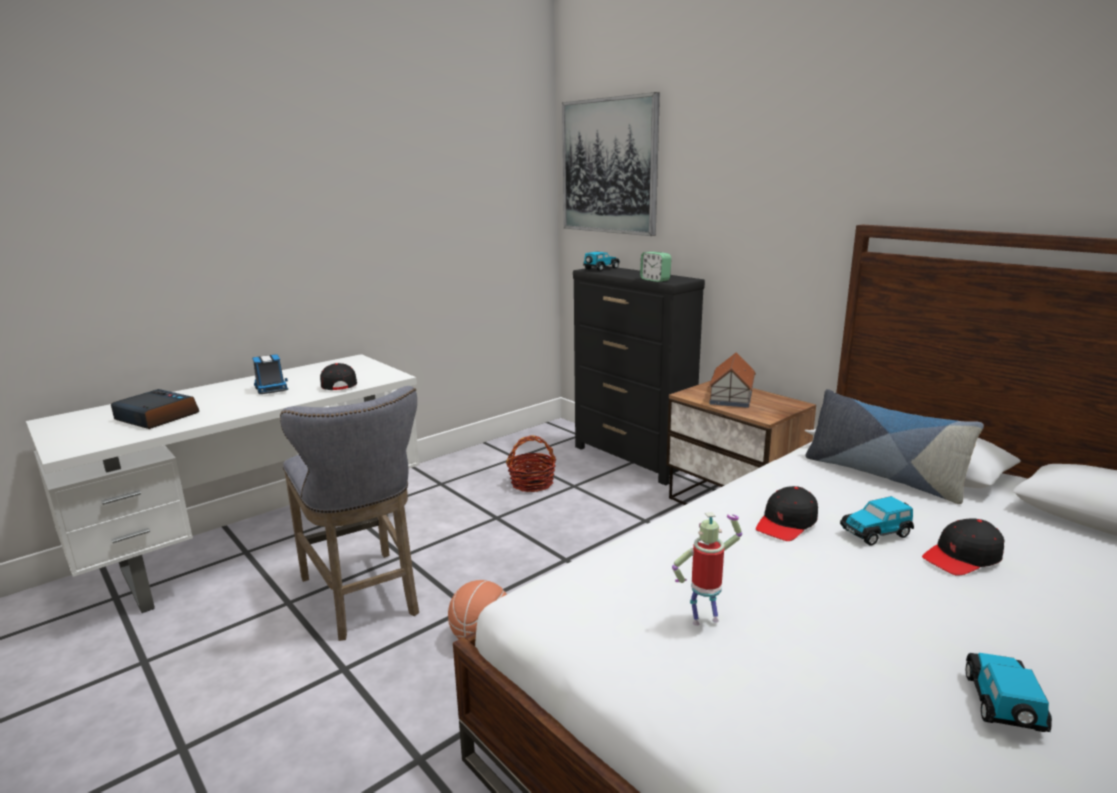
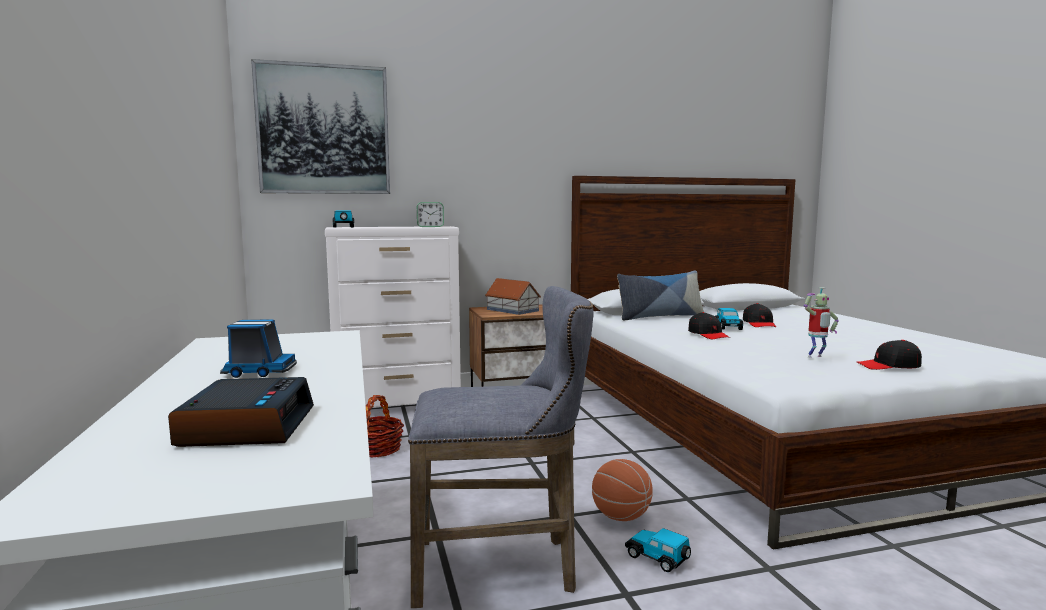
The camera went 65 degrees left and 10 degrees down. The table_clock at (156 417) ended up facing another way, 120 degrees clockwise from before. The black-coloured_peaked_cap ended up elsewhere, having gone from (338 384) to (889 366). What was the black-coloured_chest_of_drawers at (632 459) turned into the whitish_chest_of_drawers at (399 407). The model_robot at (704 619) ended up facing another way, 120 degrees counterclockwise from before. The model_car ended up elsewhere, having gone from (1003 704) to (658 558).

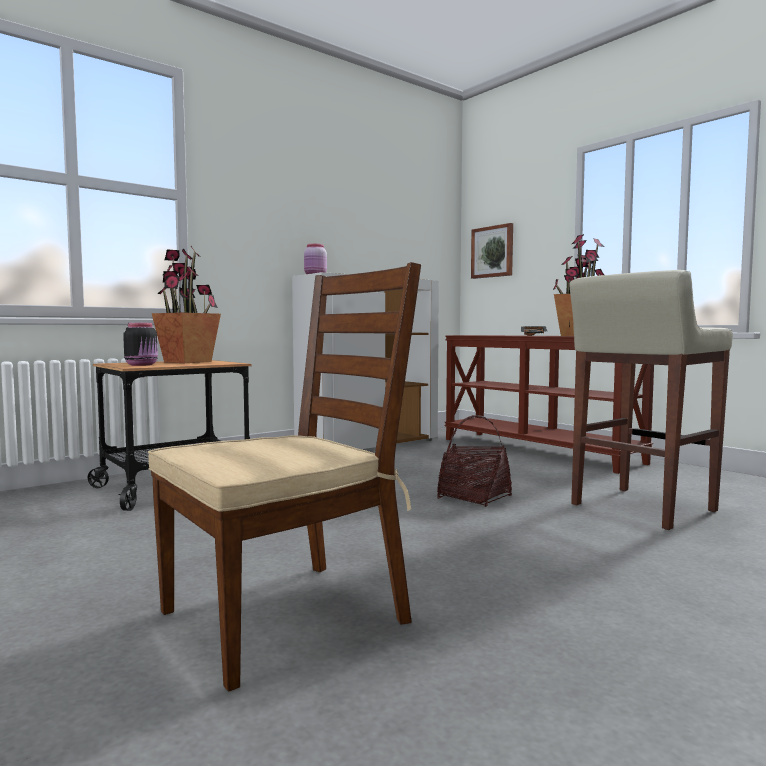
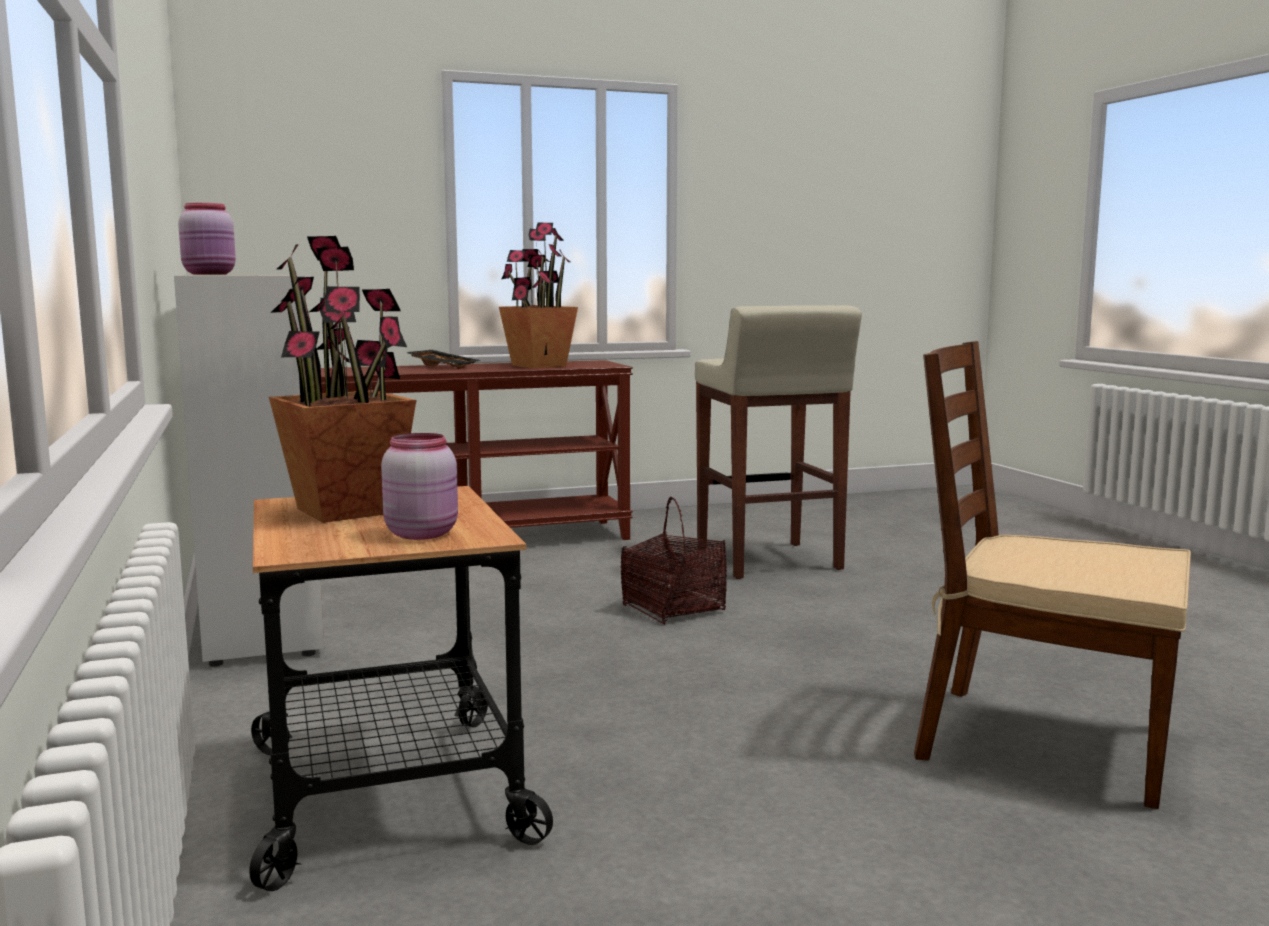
The camera went 70 degrees left and 5 degrees up. What was the black-coloured_jar at (142 365) turned into the pink_jar at (422 533). The brownish_plain_chair at (286 615) ended up facing another way, 45 degrees counterclockwise from before. The second view lost the wall_art at (493 252).

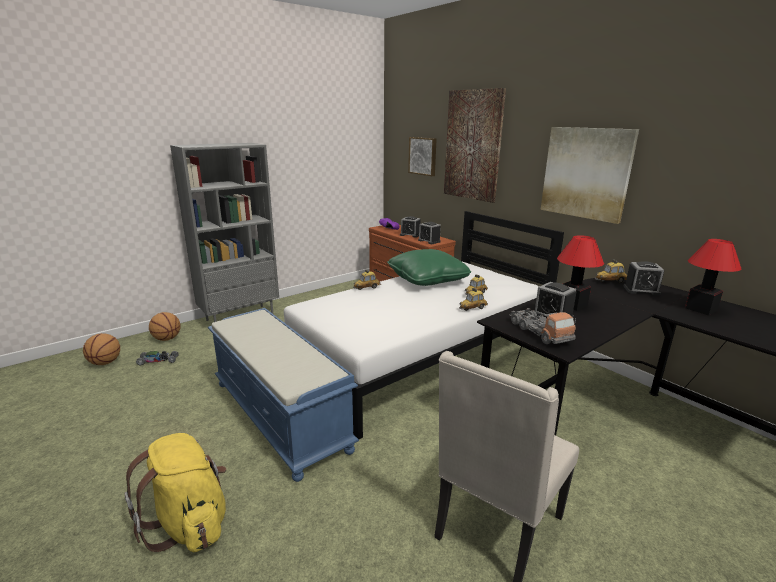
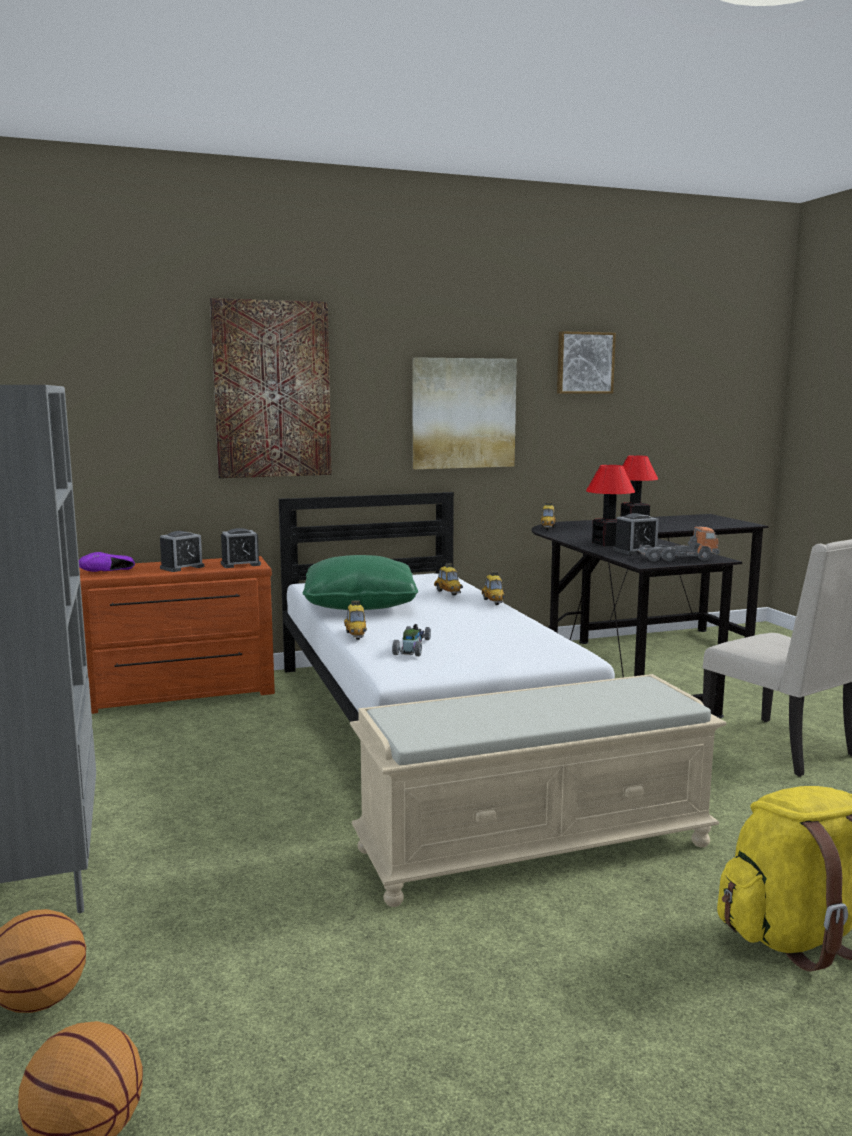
The camera went 70 degrees left and 10 degrees down. The model_car ended up elsewhere, having gone from (158 361) to (412 647). What was the bluish_indoor_bench at (281 415) turned into the sand-coloured_indoor_bench at (535 845). The wall_art ended up elsewhere, having gone from (423 156) to (584 363). The second view lost the table_clock at (641 290).

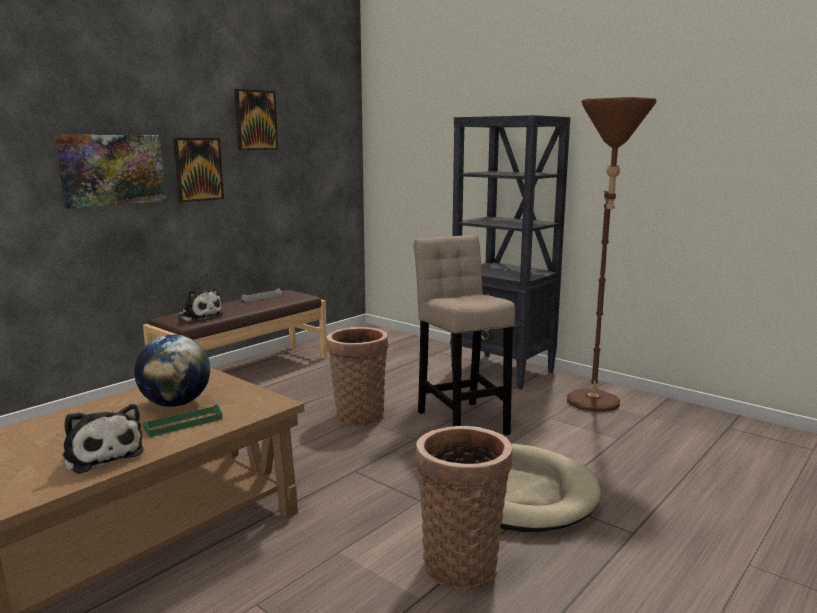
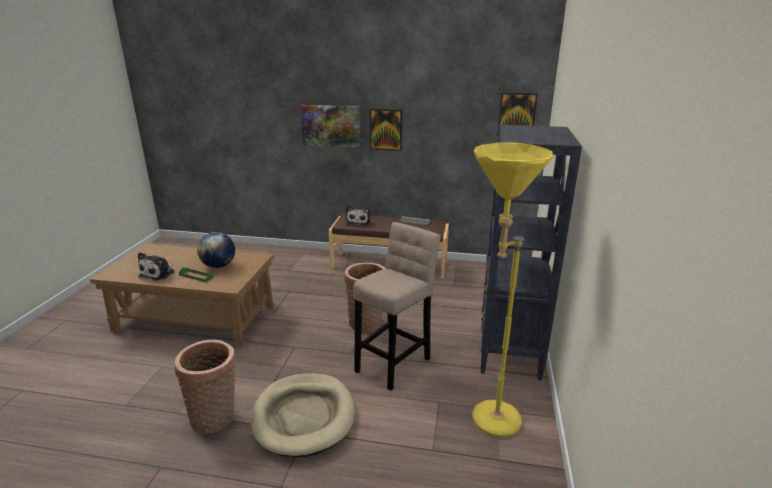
The camera went 60 degrees right and 10 degrees up. The wall_art ended up elsewhere, having gone from (255 120) to (517 115). What was the brownish_standard_lamp at (594 406) turned into the yellow-coloured_standard_lamp at (487 422).

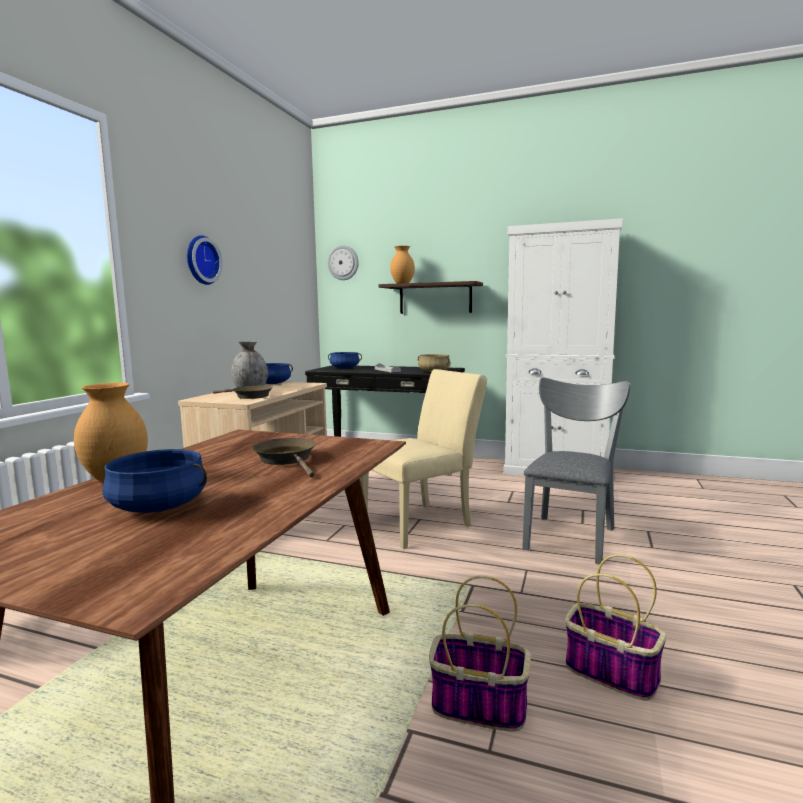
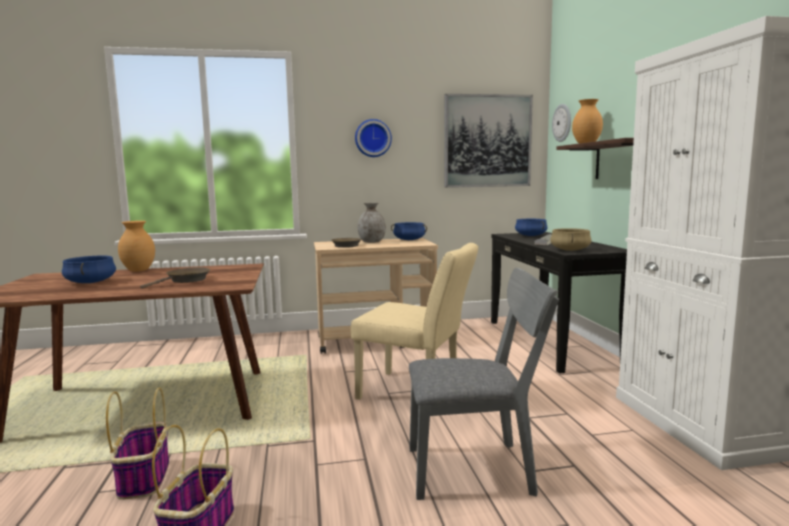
The camera went 60 degrees right and 0 degrees up. The second view gained the wall_art at (487 141).

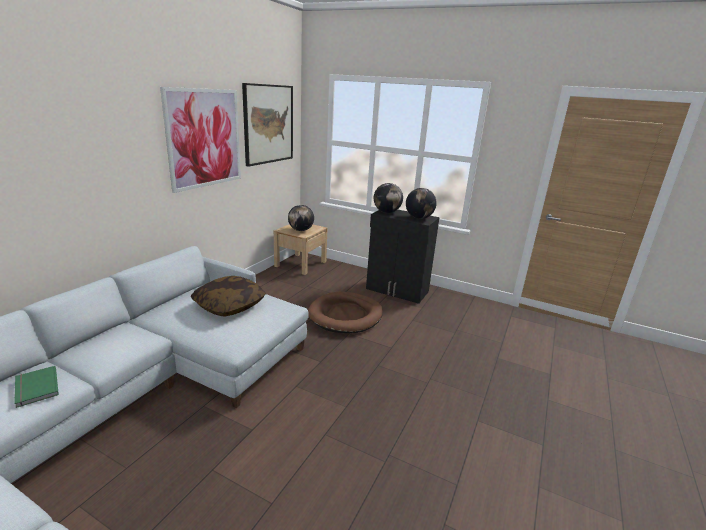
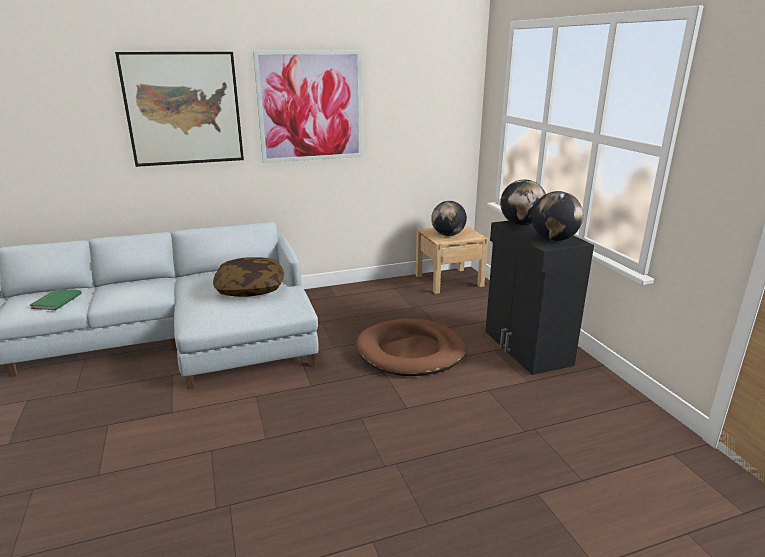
The camera went 45 degrees right and 0 degrees up. The wall_art ended up elsewhere, having gone from (268 124) to (183 109).

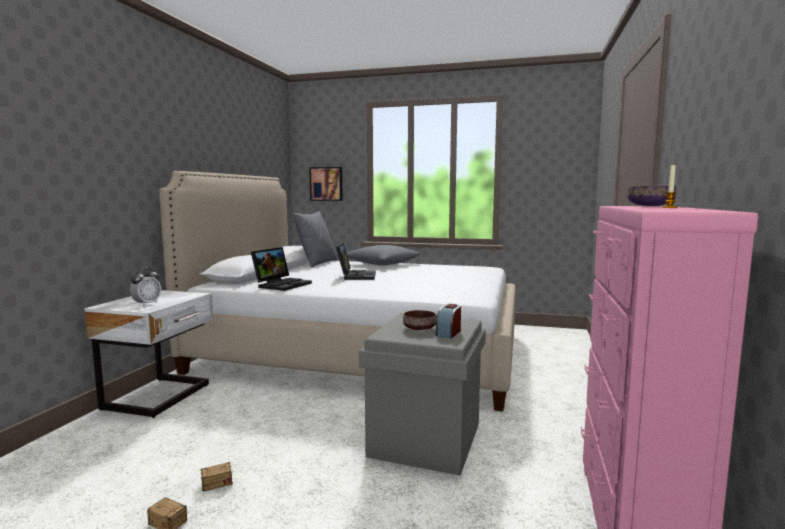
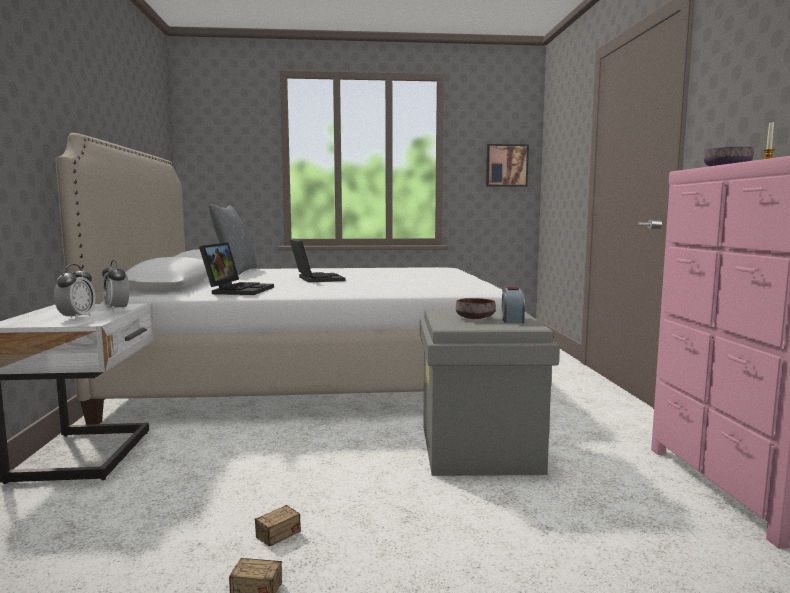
The camera went 20 degrees left and 0 degrees up. The wall_art ended up elsewhere, having gone from (326 184) to (506 165). The second view lost the grey_throw_pillow at (382 264). The second view gained the table_clock at (117 309).

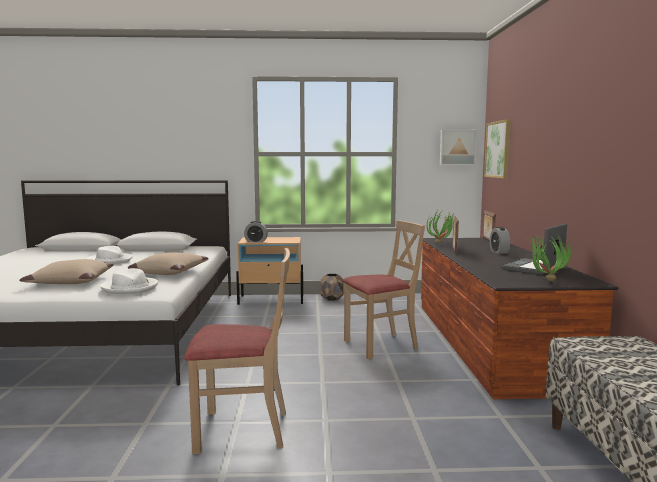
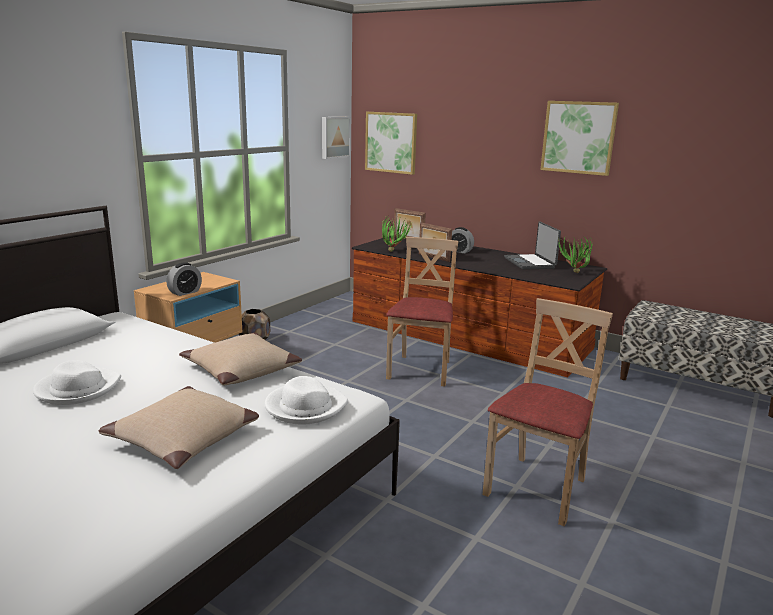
The camera went 55 degrees left and 10 degrees up. The second view gained the wall_art at (578 137).

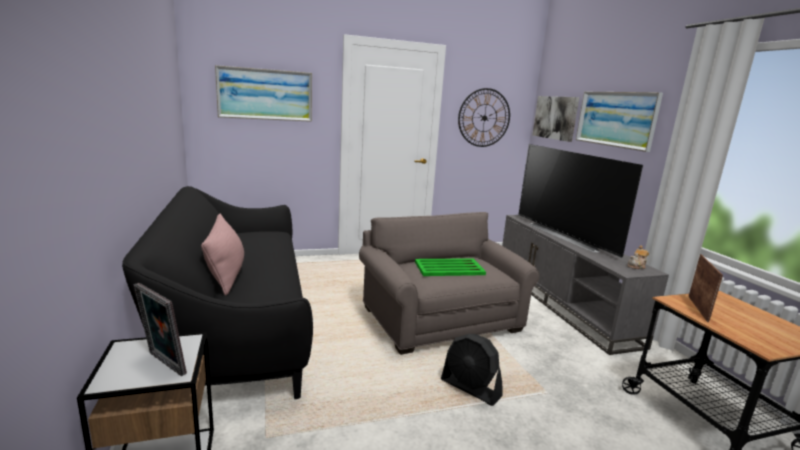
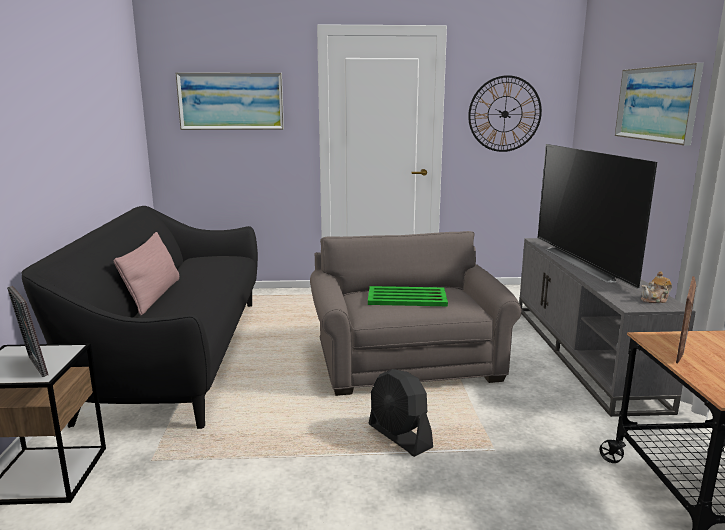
The camera went 15 degrees right and 0 degrees up. The second view lost the wall_art at (555 117).

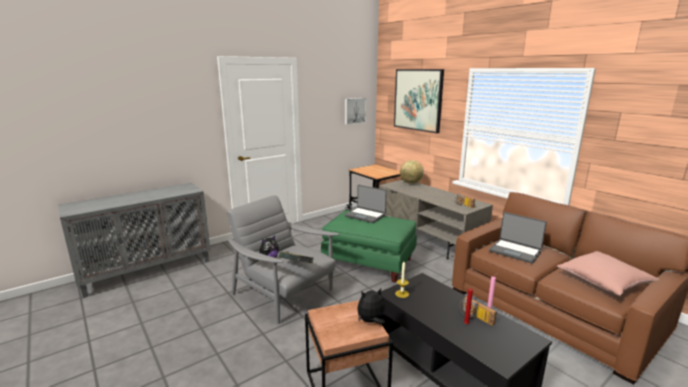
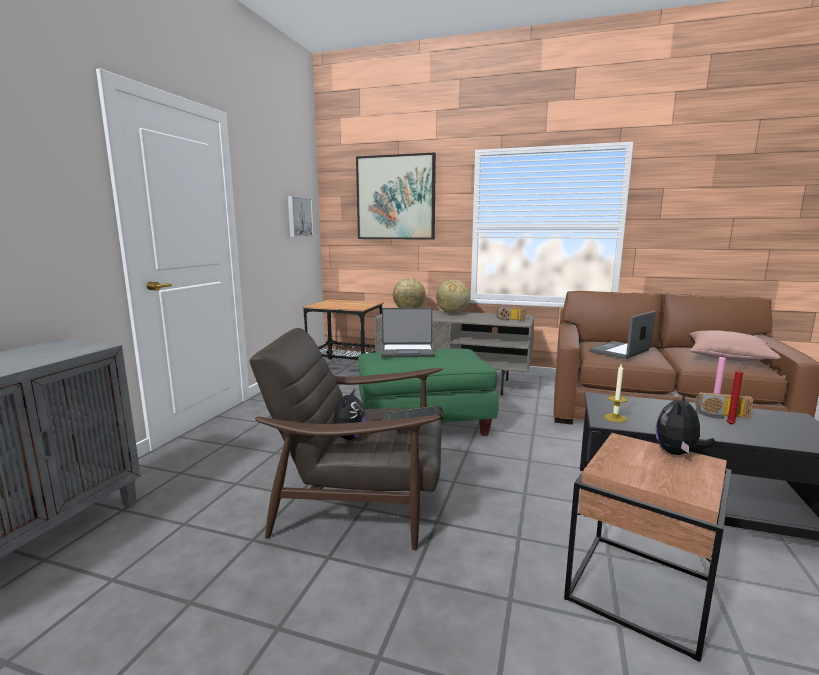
The camera went 35 degrees left and 5 degrees down. What was the grey_lounge_chair at (284 293) turned into the brownish_lounge_chair at (361 501). The laptop at (515 251) ended up facing another way, 135 degrees clockwise from before. The second view gained the desk_globe at (452 313).

